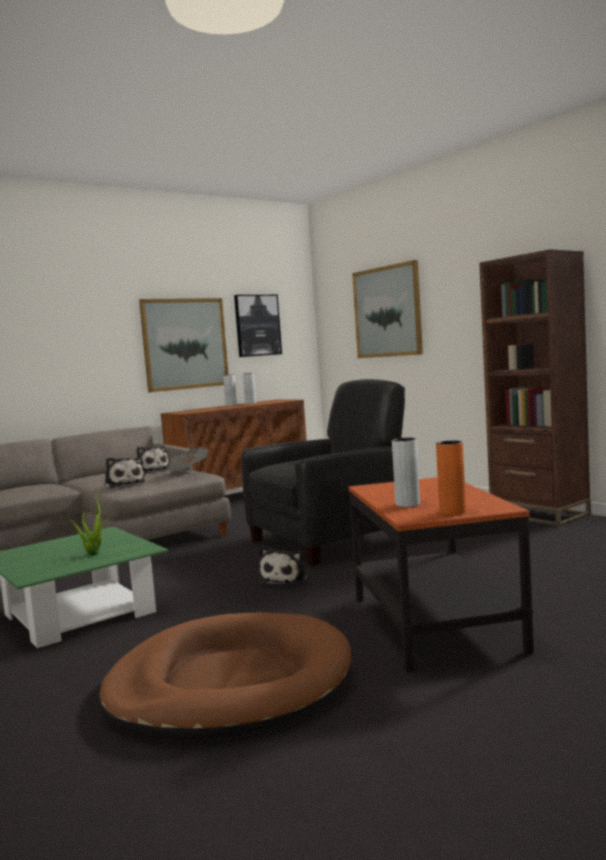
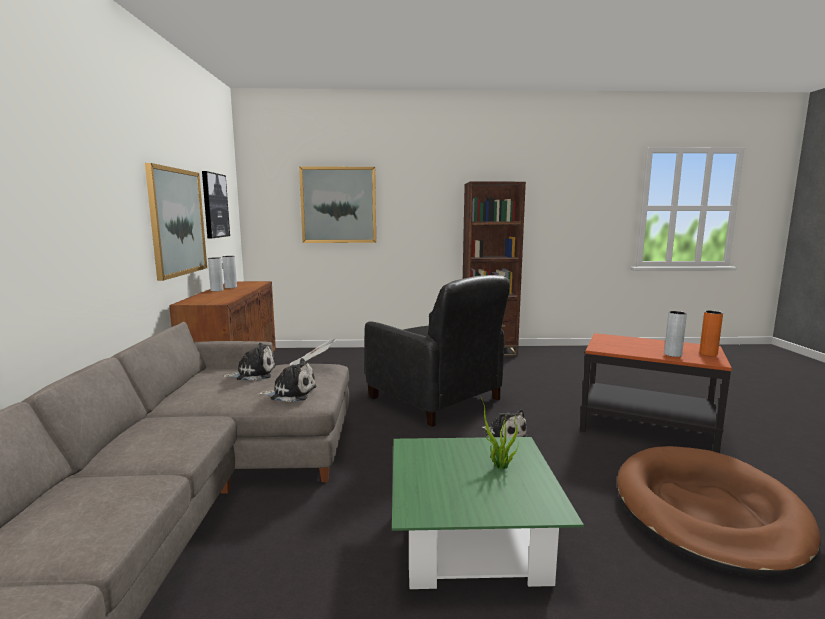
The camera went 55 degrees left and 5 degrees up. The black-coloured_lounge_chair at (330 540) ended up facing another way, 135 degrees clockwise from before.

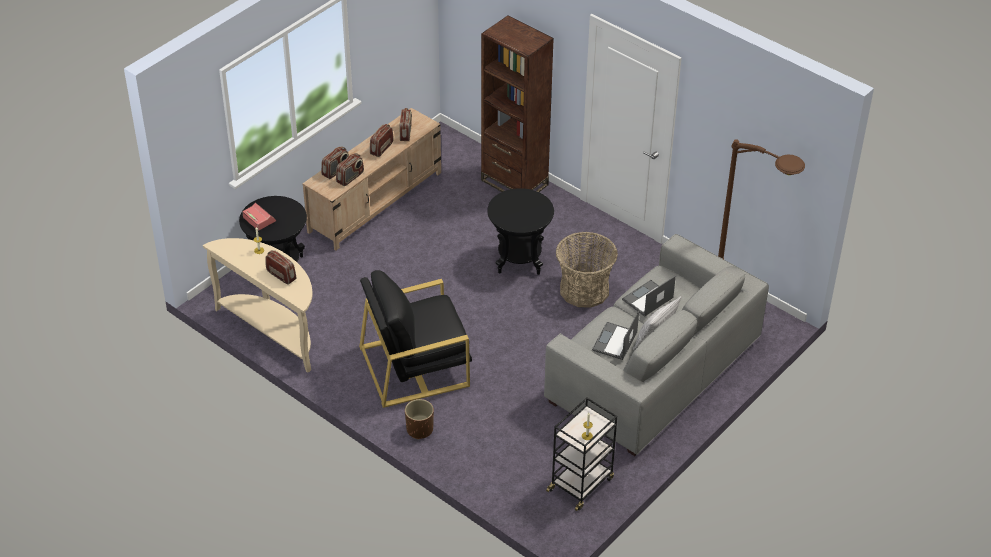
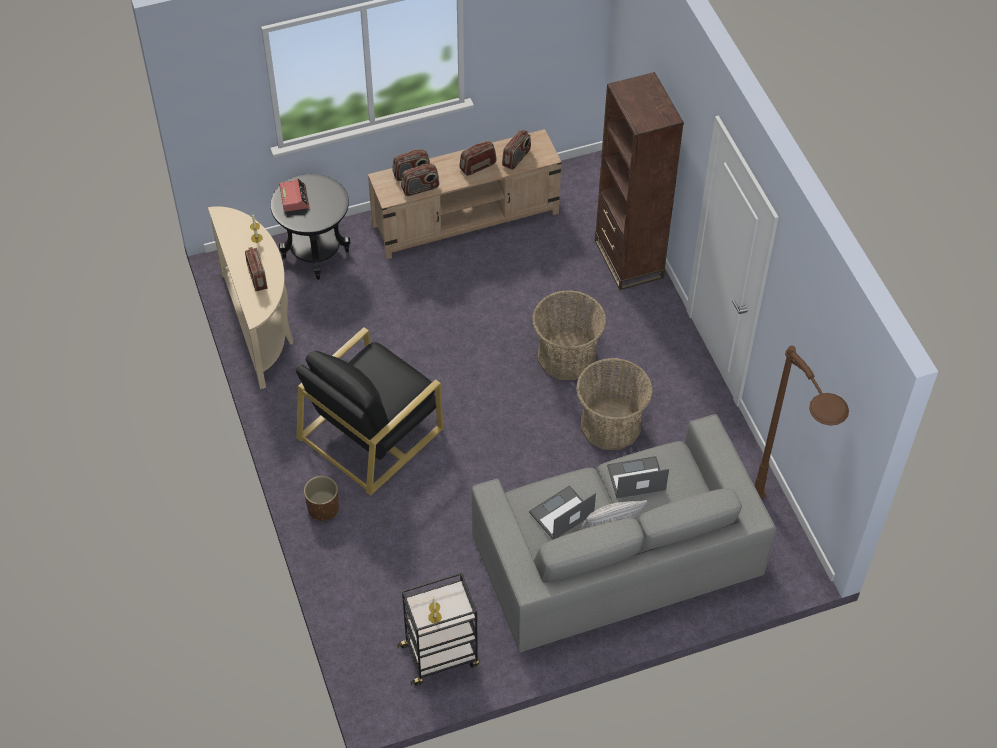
The camera went 30 degrees right and 10 degrees up. The black-coloured_lounge_chair at (415 365) ended up facing another way, 60 degrees counterclockwise from before. Where the black-coloured_accent_table stood at (519 260), the household_basket came to stand at (566 356).

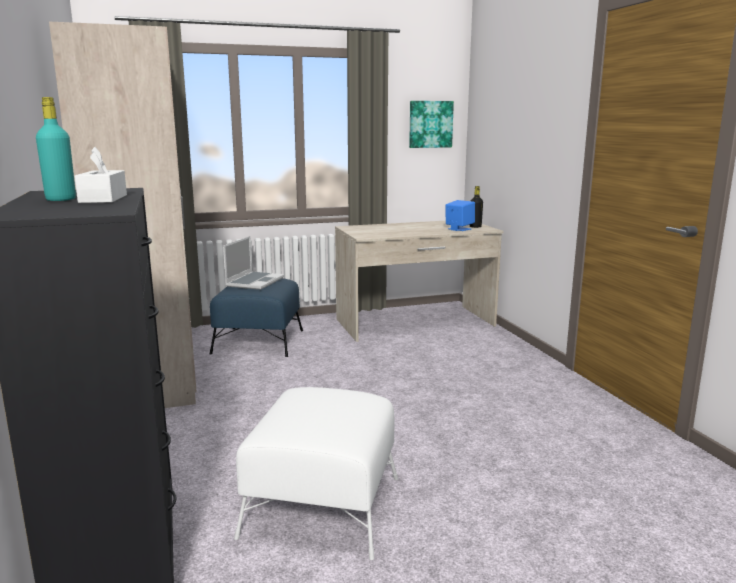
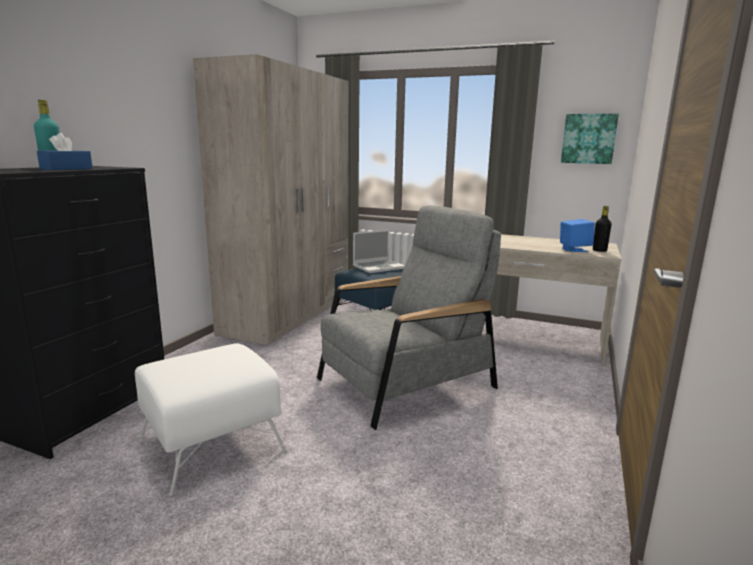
The camera went 40 degrees right and 0 degrees up. What was the whitish_tissue_box at (103 199) turned into the bluish_tissue_box at (66 169). The second view gained the grey_lounge_chair at (405 383).

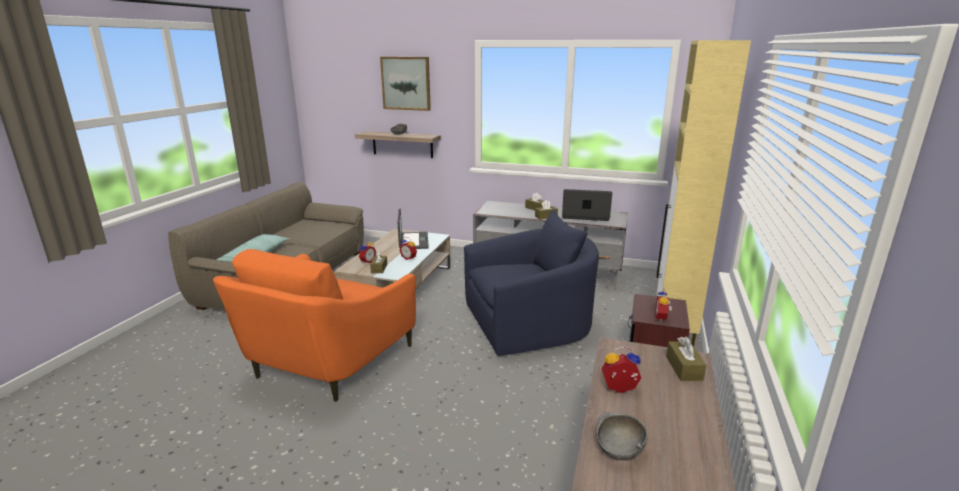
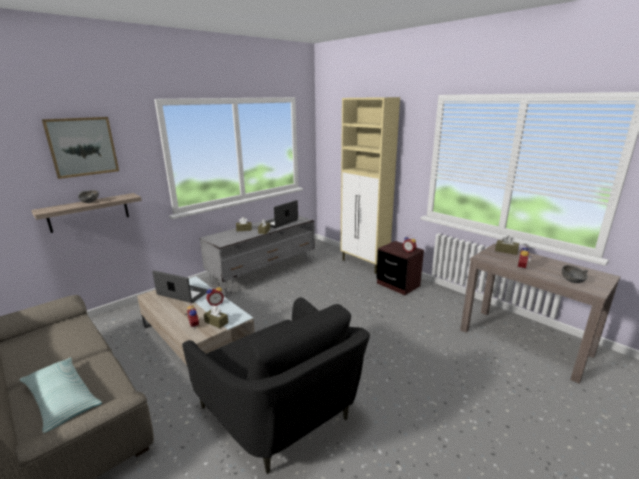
The camera went 60 degrees left and 0 degrees up. What was the orangey_lounge_chair at (327 362) turned into the black-coloured_lounge_chair at (282 412). The second view lost the bluish_lounge_chair at (529 324).

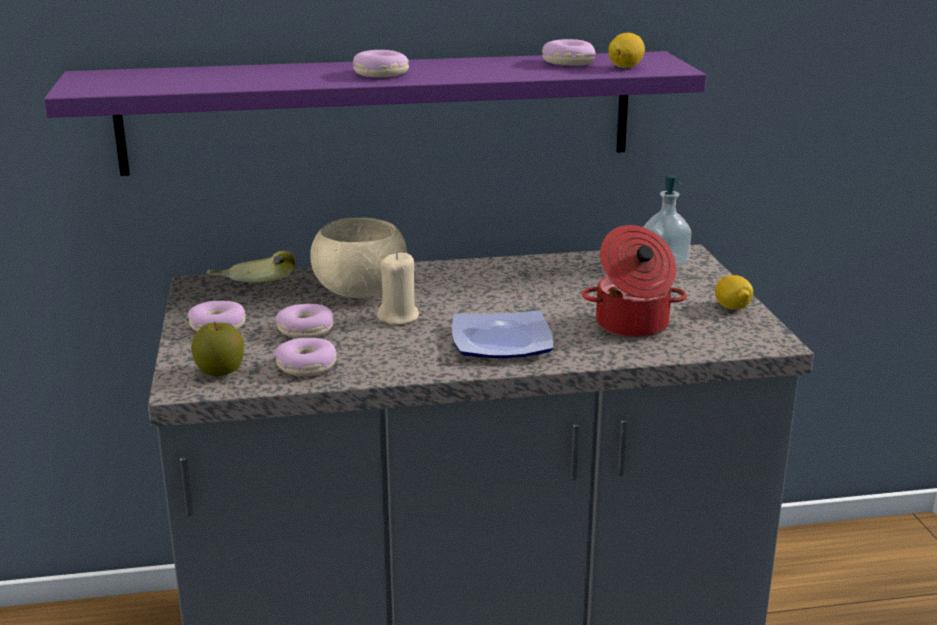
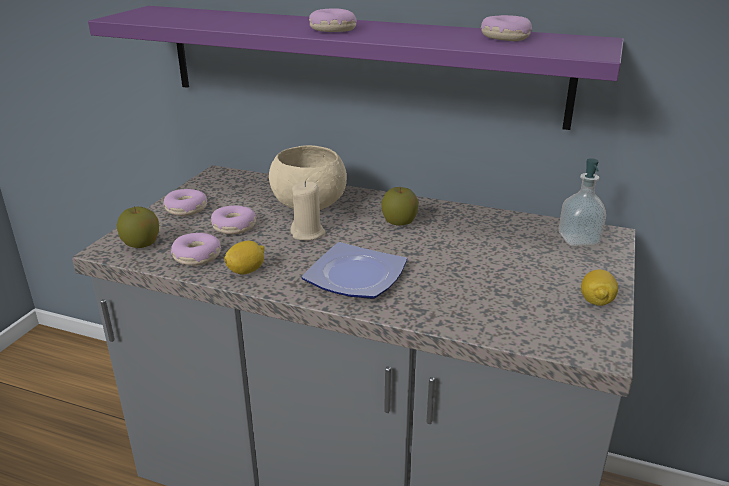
The camera went 30 degrees right and 5 degrees up. The second view lost the banana at (252 292). The second view lost the saucepot at (632 326). The whole_lemon ended up elsewhere, having gone from (625 67) to (246 270). The second view gained the apple_fruit at (399 223).

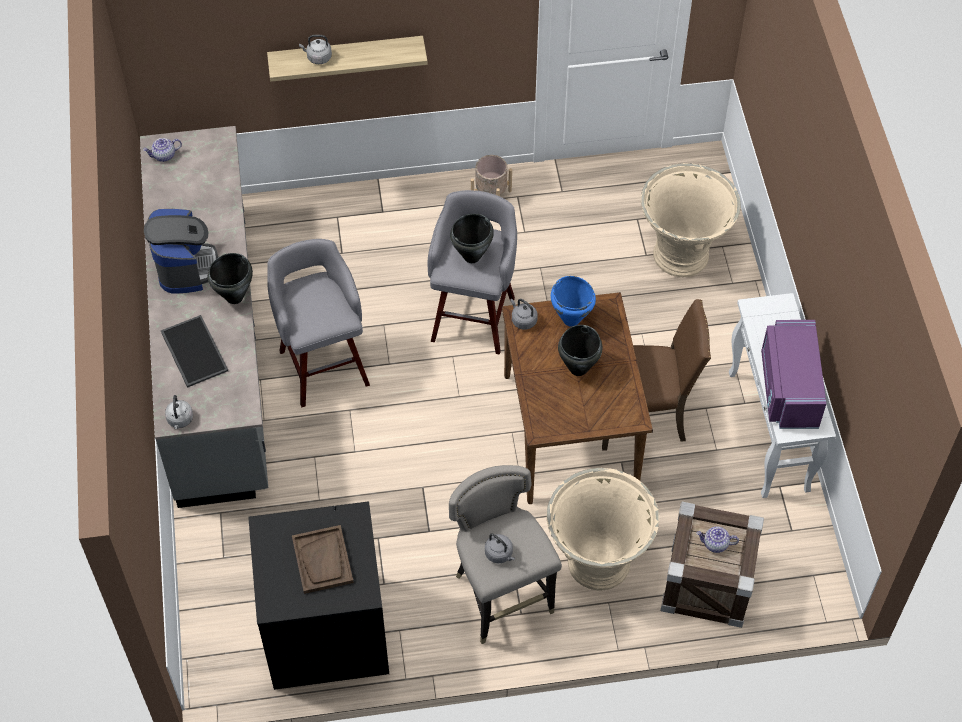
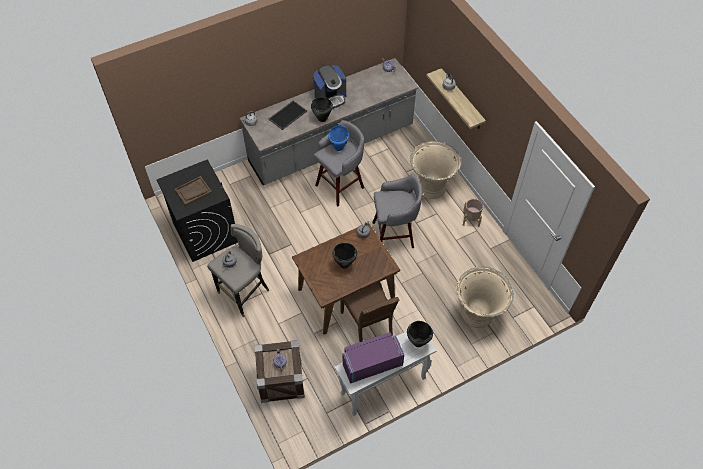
The camera went 70 degrees right and 0 degrees up. The black-coloured_saucepot ended up elsewhere, having gone from (472 256) to (418 343). The sand-coloured_plant_pot ended up elsewhere, having gone from (597 561) to (431 187). The bluish_saucepot ended up elsewhere, having gone from (571 319) to (339 147).

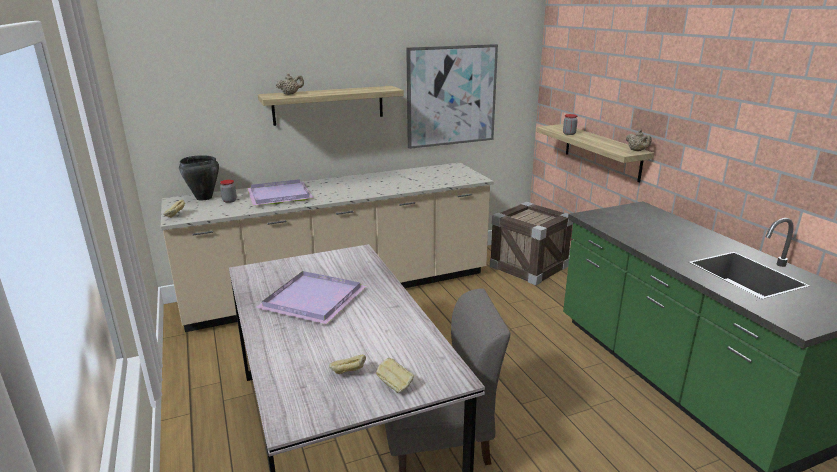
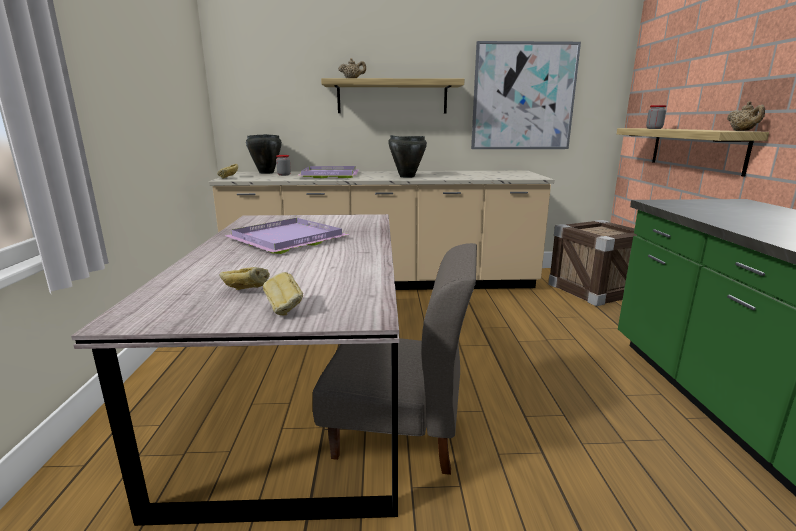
The camera went 20 degrees right and 5 degrees down. The second view gained the black-coloured_saucepot at (406 176).

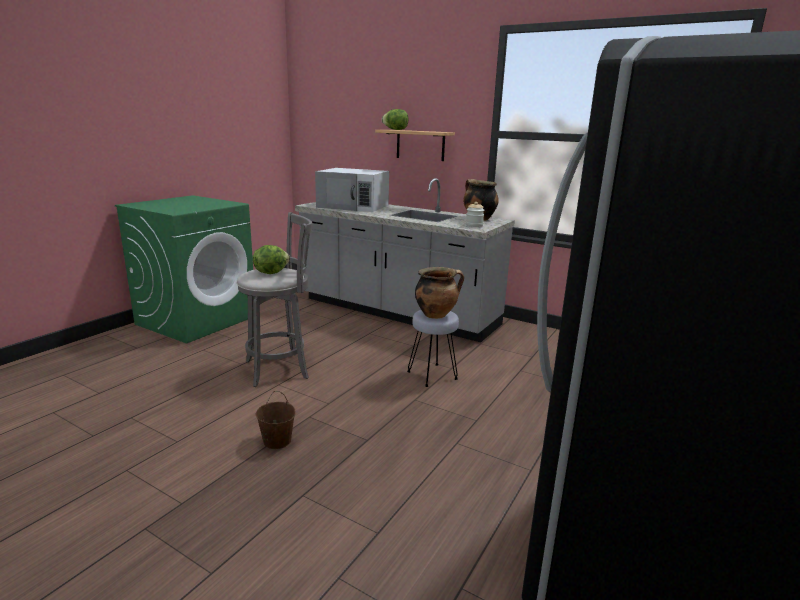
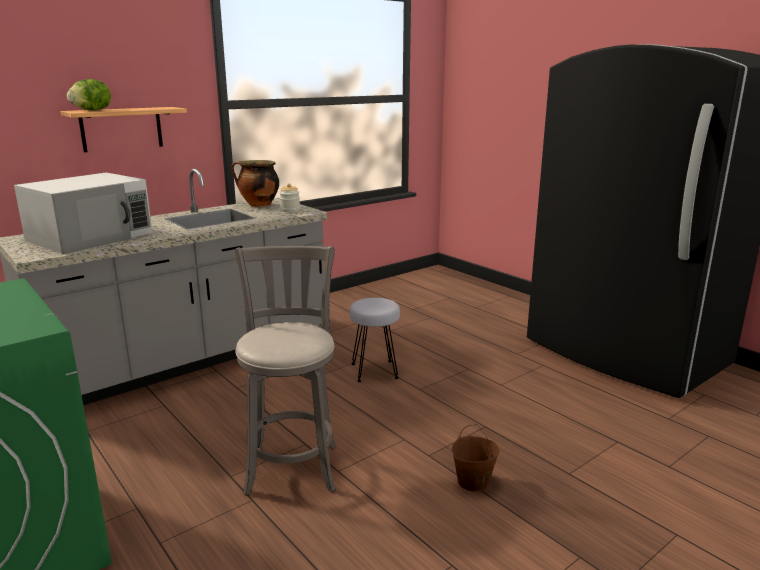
The camera went 70 degrees left and 0 degrees up. The second view lost the lettuce at (271 272). The second view lost the saucepot at (436 315).

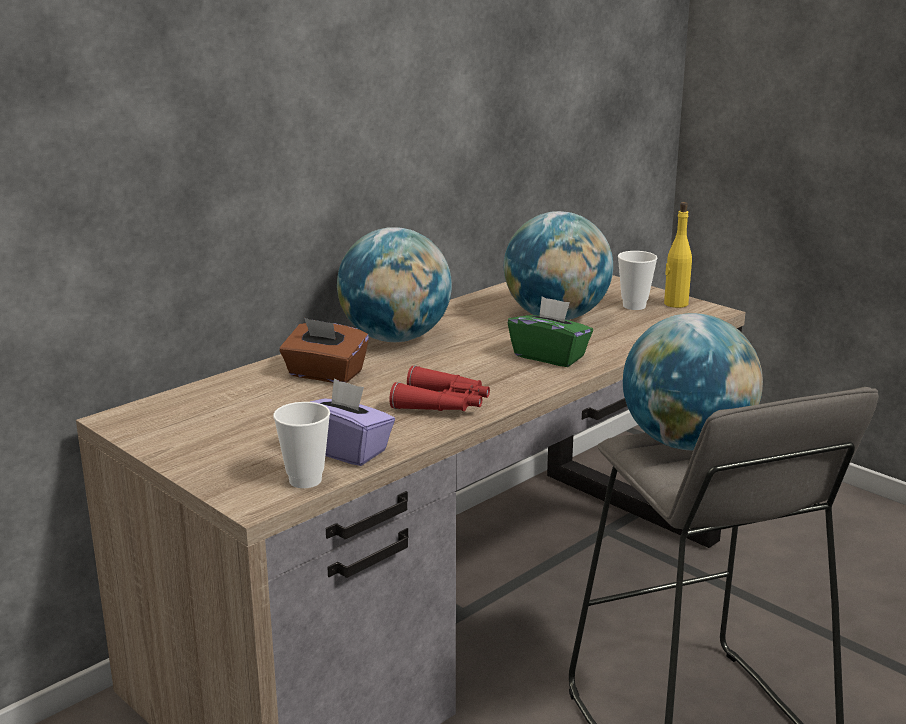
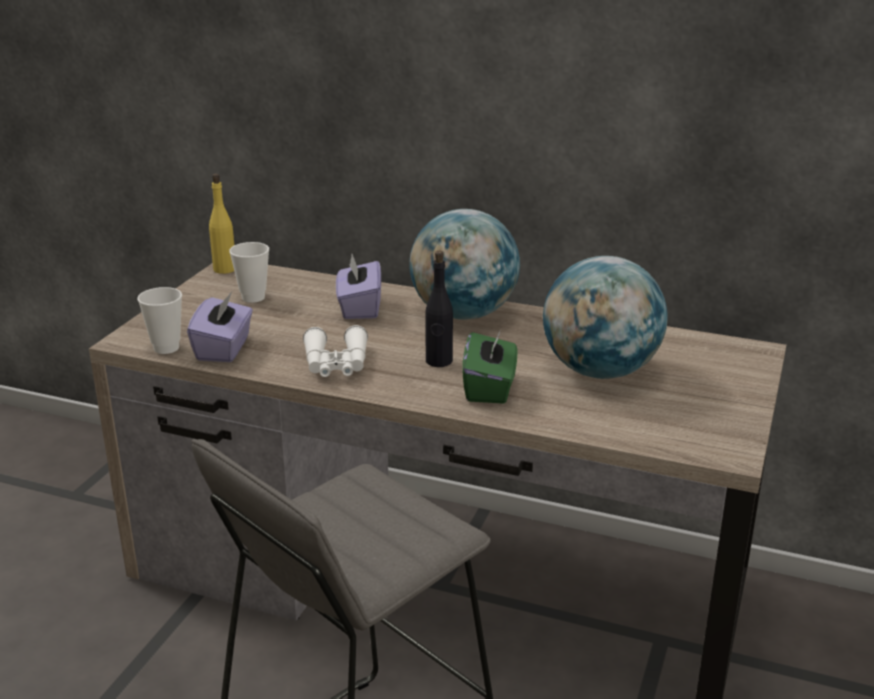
The camera went 65 degrees right and 5 degrees up. What was the brownish_tissue_box at (325 374) turned into the purple_tissue_box at (359 308). What was the red-coloured_pair_of_binoculars at (443 404) turned into the whitish_pair_of_binoculars at (336 365). The drinking_cup ended up elsewhere, having gone from (634 306) to (253 297). The second view lost the desk_globe at (686 443). The yellow-coloured_bottle ended up elsewhere, having gone from (675 304) to (224 269). The second view gained the black-coloured_bottle at (439 361).

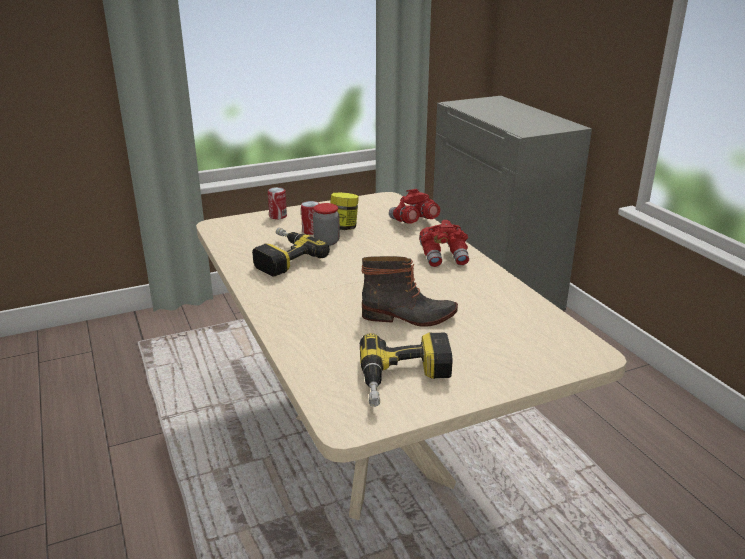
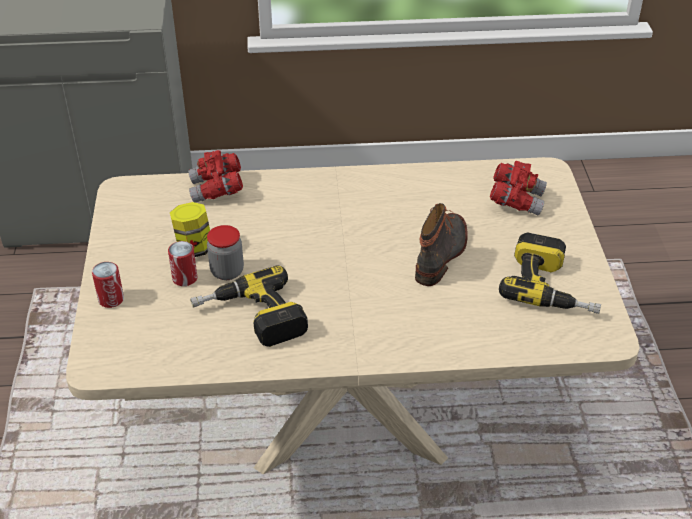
The camera went 70 degrees left and 15 degrees up. The red-coloured_pair_of_binoculars ended up elsewhere, having gone from (444 257) to (516 200).

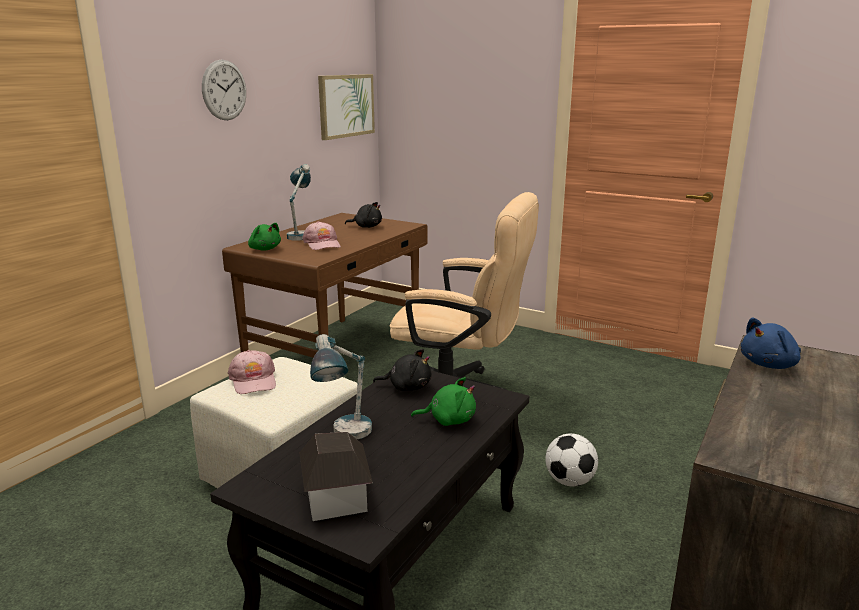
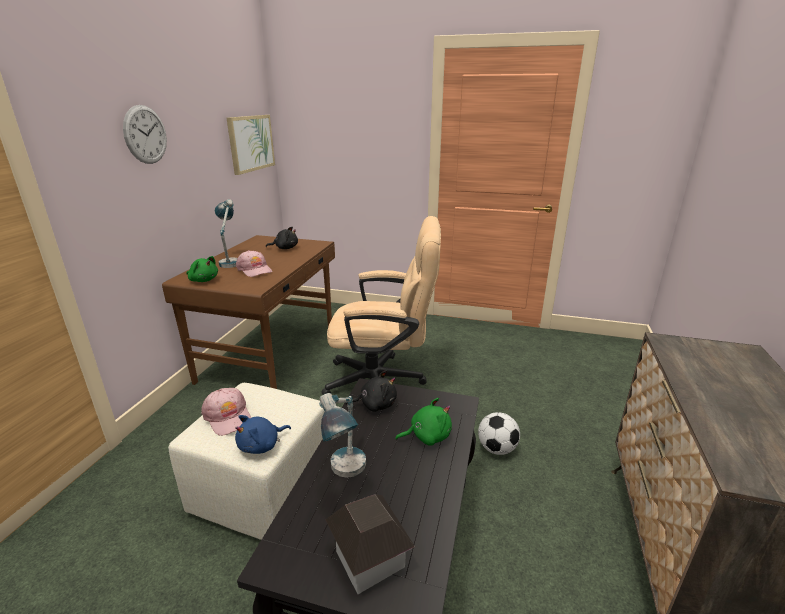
The camera went 15 degrees left and 5 degrees up. The bluish_cuddly_toy ended up elsewhere, having gone from (770 364) to (261 445).

